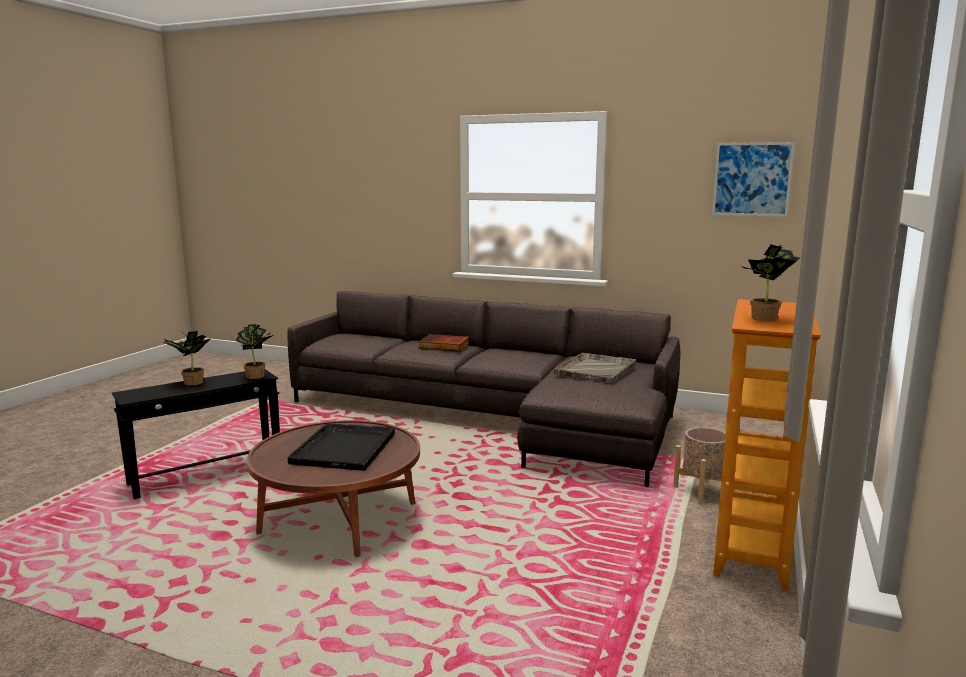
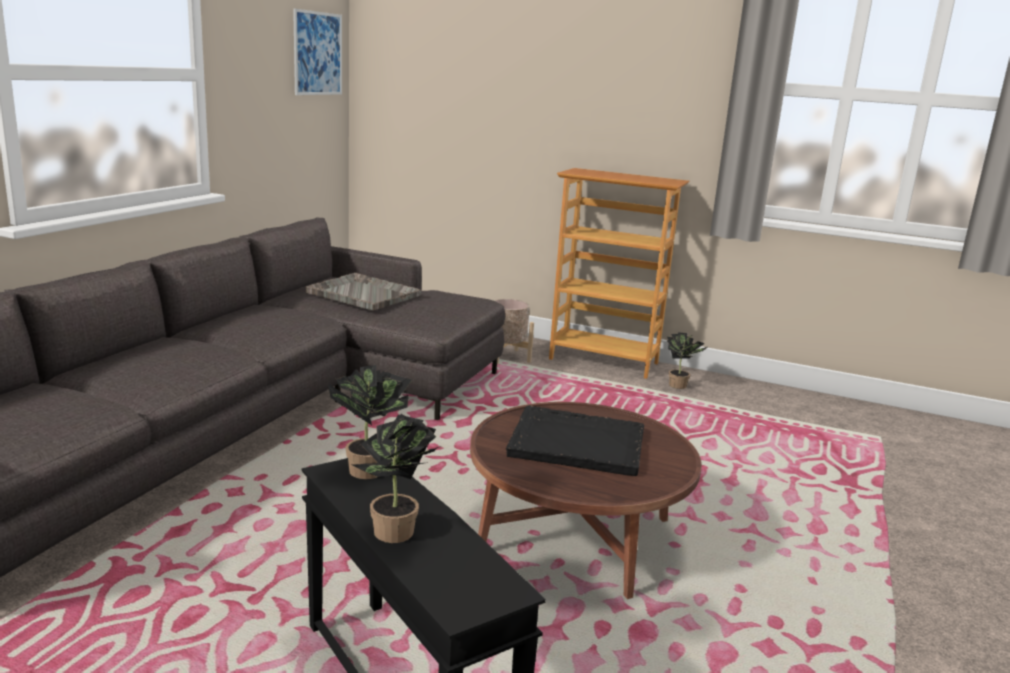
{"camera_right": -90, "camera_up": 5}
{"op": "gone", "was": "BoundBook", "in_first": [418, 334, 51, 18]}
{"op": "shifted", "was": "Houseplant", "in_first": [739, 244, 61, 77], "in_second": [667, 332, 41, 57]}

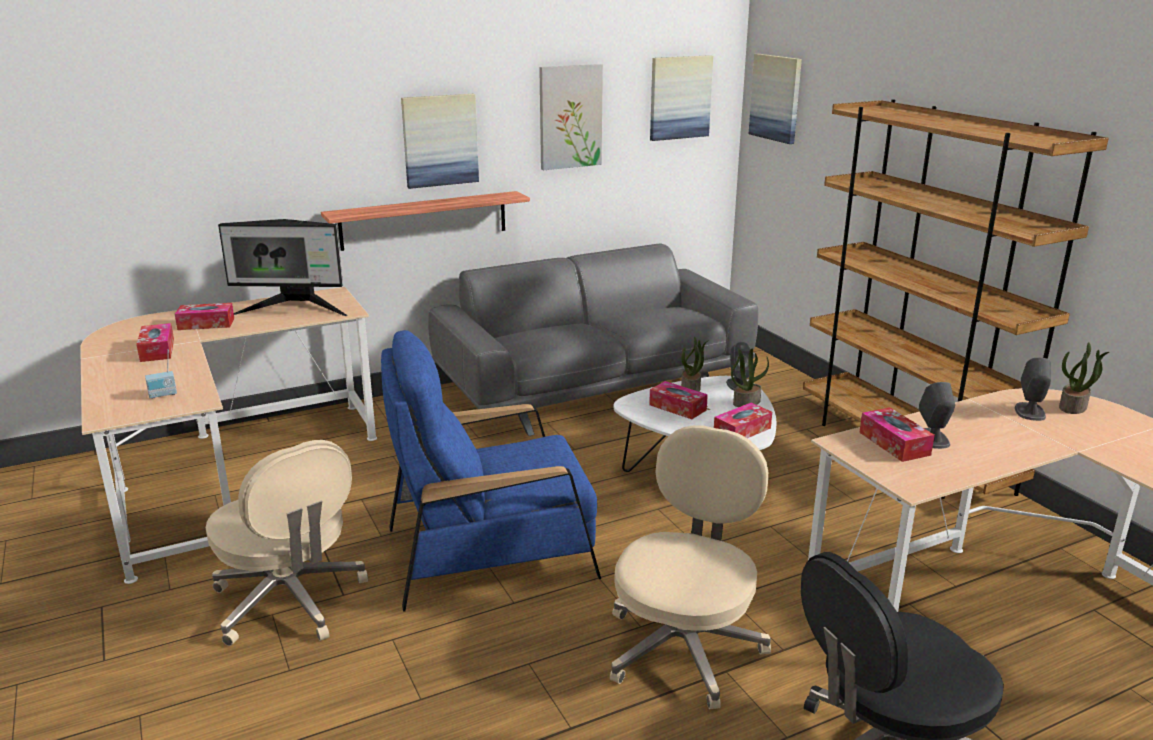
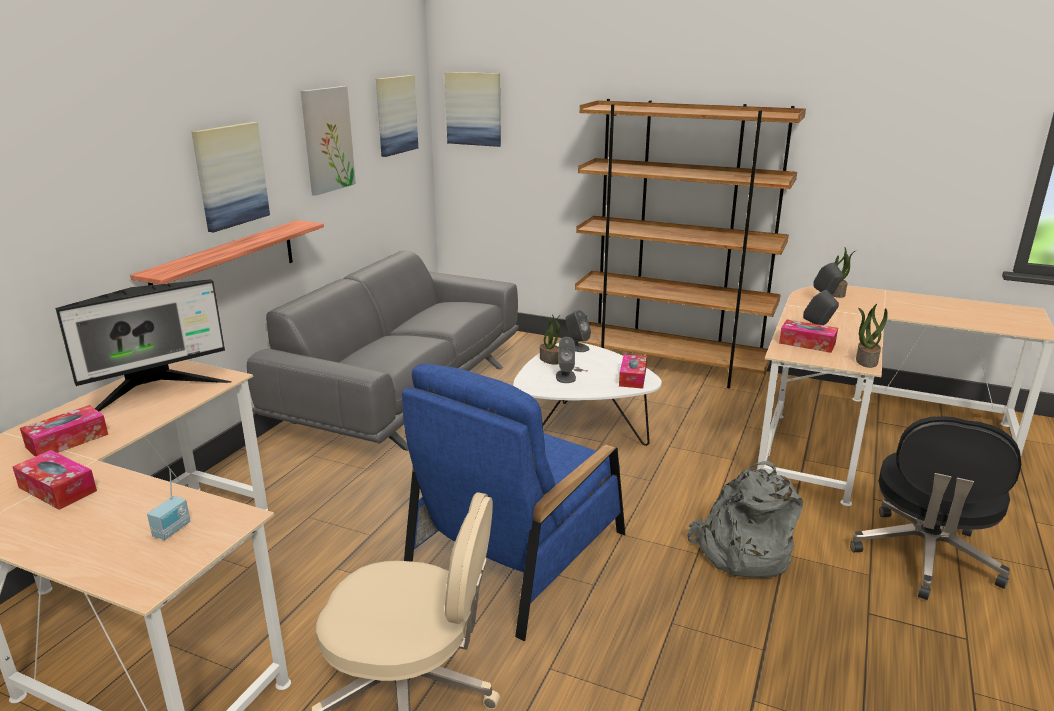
{"camera_right": -40, "camera_up": 0}
{"op": "swapped", "was": "BeigeColouredDeskChair", "now": "GrayBackpack", "in_first": [610, 425, 161, 284], "in_second": [688, 461, 115, 117]}
{"op": "swapped", "was": "TissueHolder", "now": "GrayAudioSpeaker", "in_first": [649, 381, 59, 38], "in_second": [556, 337, 20, 46]}
{"op": "shifted", "was": "Houseplant", "in_first": [731, 349, 38, 58], "in_second": [856, 304, 32, 64]}

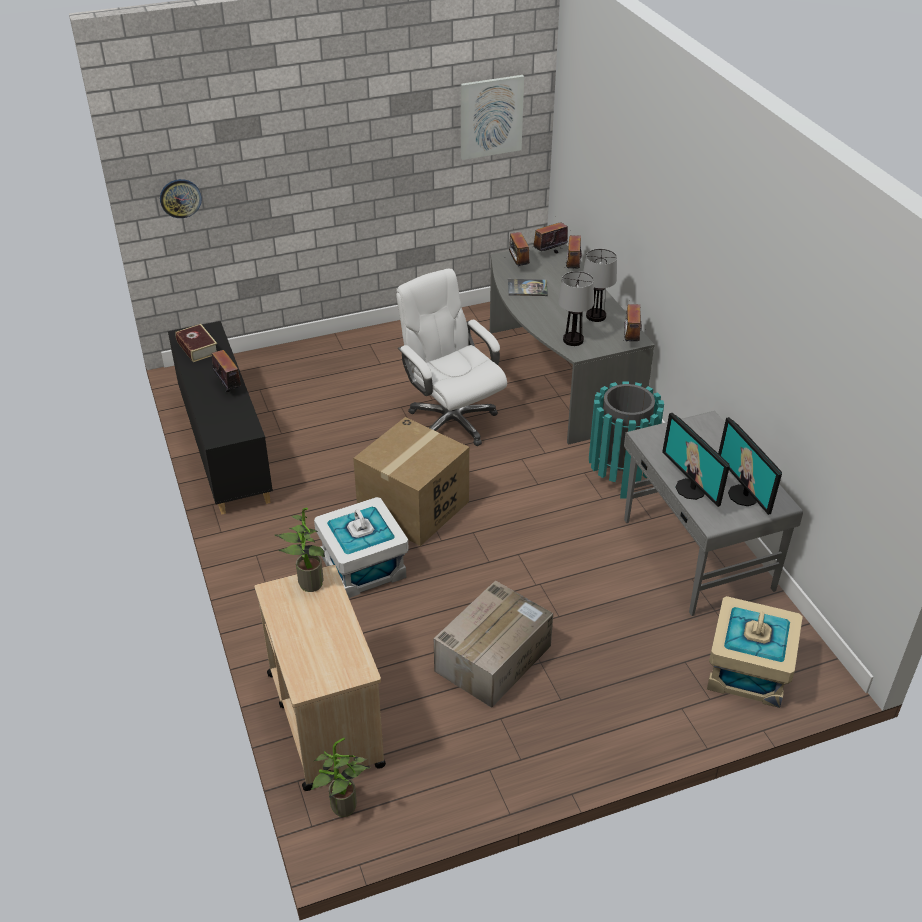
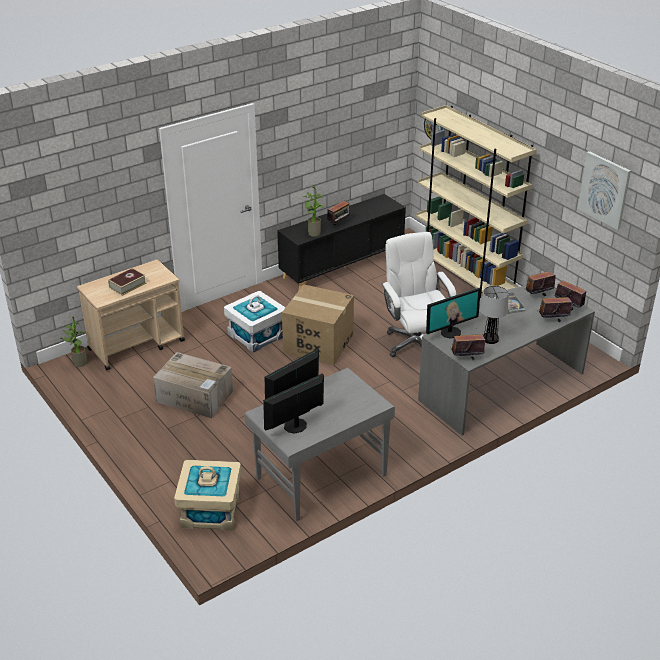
{"camera_right": 75, "camera_up": -5}
{"op": "shifted", "was": "BoundBook", "in_first": [175, 324, 42, 38], "in_second": [108, 268, 38, 28]}
{"op": "shifted", "was": "Houseplant", "in_first": [275, 507, 50, 85], "in_second": [302, 186, 22, 51]}
{"op": "rotated", "was": "WhitishDeskChair", "in_first": [396, 268, 111, 178], "in_second": [381, 232, 75, 125], "clockwise": -60}
{"op": "swapped", "was": "LampForATable", "now": "Monitor", "in_first": [558, 271, 36, 75], "in_second": [426, 288, 55, 50]}
{"op": "gone", "was": "TurquoiseColouredRubbishBin", "in_first": [589, 381, 75, 117]}
{"op": "new", "now": "BeigeColouredBookshelf", "in_second": [416, 105, 121, 193]}

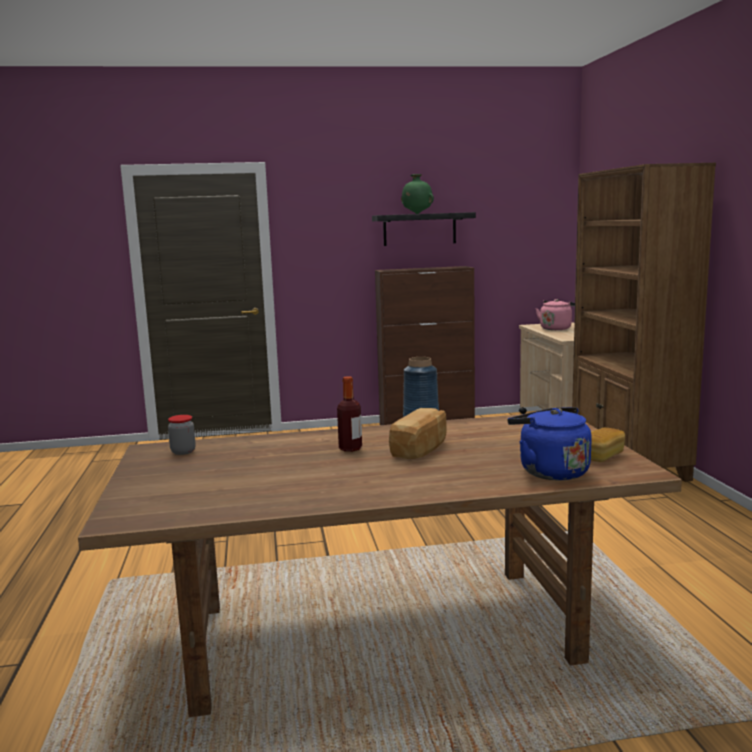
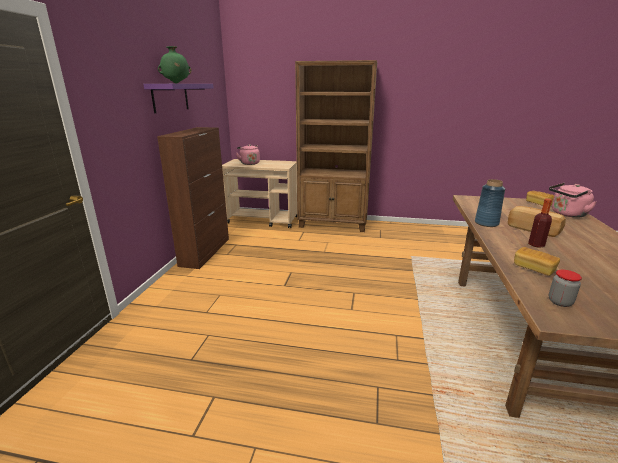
{"camera_right": -70, "camera_up": 10}
{"op": "repainted", "was": "BlackishBracketShelf", "now": "PurplishBracketShelf", "in_first": [372, 212, 104, 34], "in_second": [144, 84, 70, 29]}
{"op": "repainted", "was": "BluishKettle", "now": "PinkColouredKettle", "in_first": [507, 407, 85, 73], "in_second": [549, 183, 48, 35]}
{"op": "new", "now": "BakedBread", "in_second": [514, 247, 46, 29]}

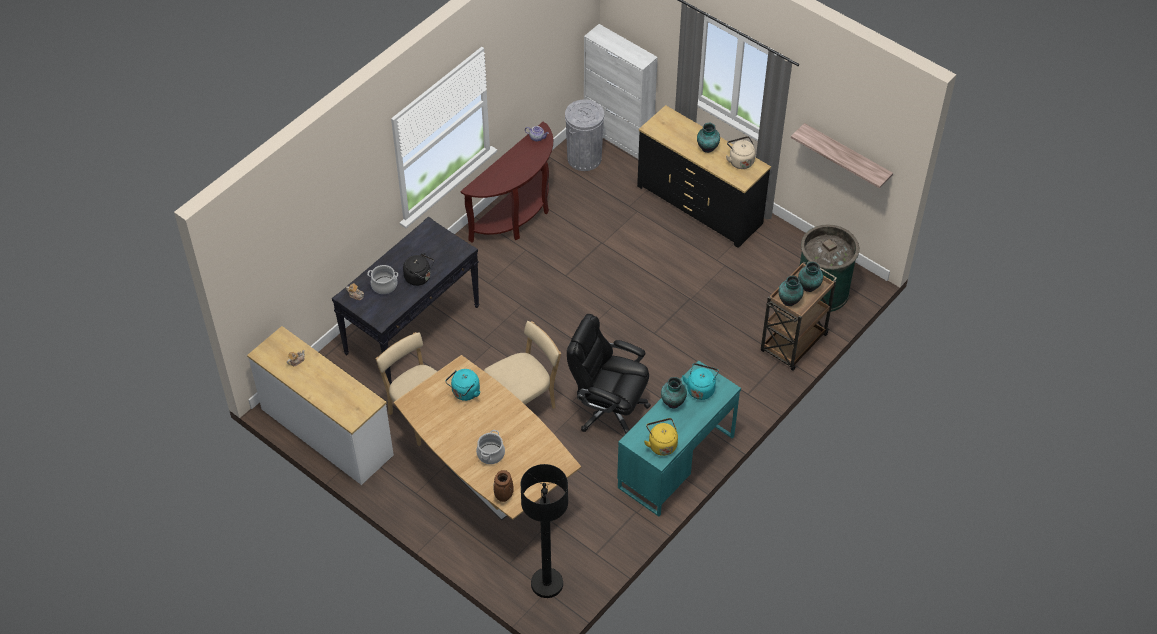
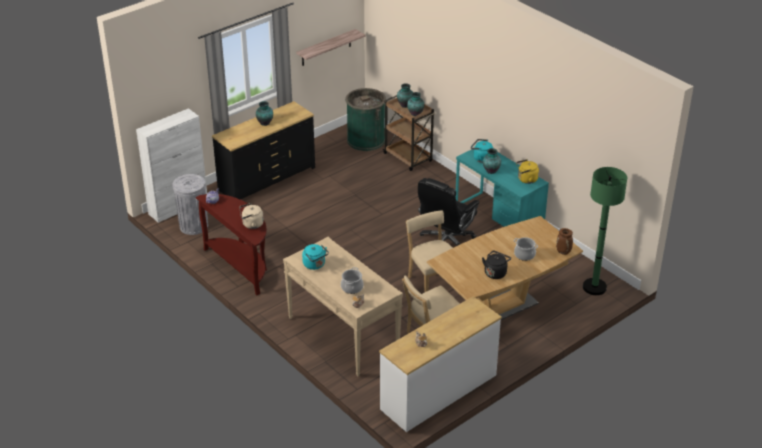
{"camera_right": -80, "camera_up": -15}
{"op": "repainted", "was": "BlackishConsoleTable", "now": "BeigeColouredConsoleTable", "in_first": [332, 217, 147, 168], "in_second": [283, 237, 120, 139]}
{"op": "shifted", "was": "BlackishKettle", "in_first": [403, 253, 31, 33], "in_second": [482, 250, 29, 29]}
{"op": "shifted", "was": "TurquoiseColouredKettle", "in_first": [445, 369, 35, 32], "in_second": [302, 244, 27, 26]}
{"op": "repainted", "was": "BlackishStandingLamp", "now": "GreenColouredStandingLamp", "in_first": [521, 464, 47, 134], "in_second": [583, 167, 44, 128]}
{"op": "shifted", "was": "BeigeColouredKettle", "in_first": [726, 136, 30, 33], "in_second": [239, 203, 25, 26]}

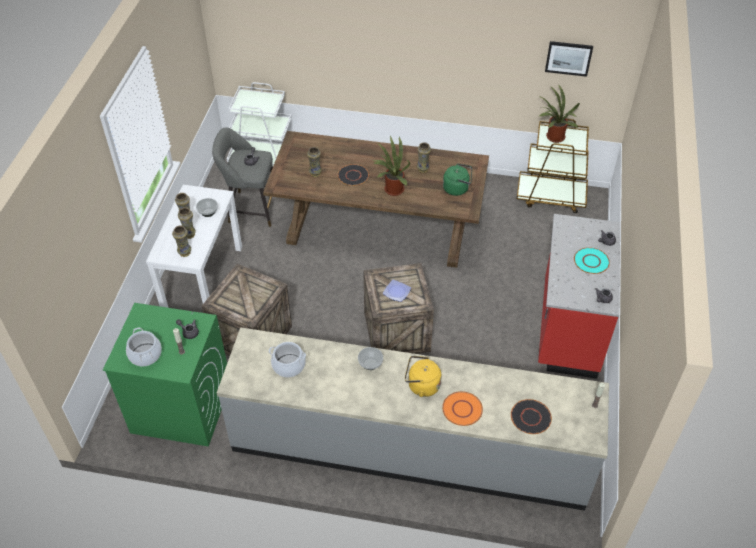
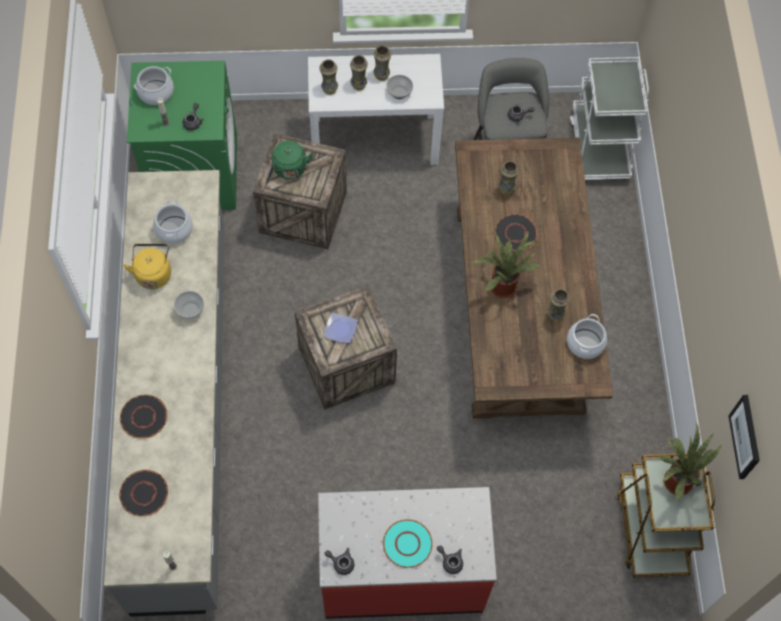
{"camera_right": 75, "camera_up": 15}
{"op": "shifted", "was": "YellowColouredKettle", "in_first": [405, 356, 37, 41], "in_second": [123, 244, 48, 45]}
{"op": "repainted", "was": "OrangeColouredDinnerPlate", "now": "BlackishDinnerPlate", "in_first": [442, 391, 41, 35], "in_second": [120, 395, 47, 44]}
{"op": "shifted", "was": "GreenColouredKettle", "in_first": [443, 163, 29, 33], "in_second": [272, 141, 41, 38]}
{"op": "new", "now": "CookingPot", "in_second": [567, 314, 40, 45]}

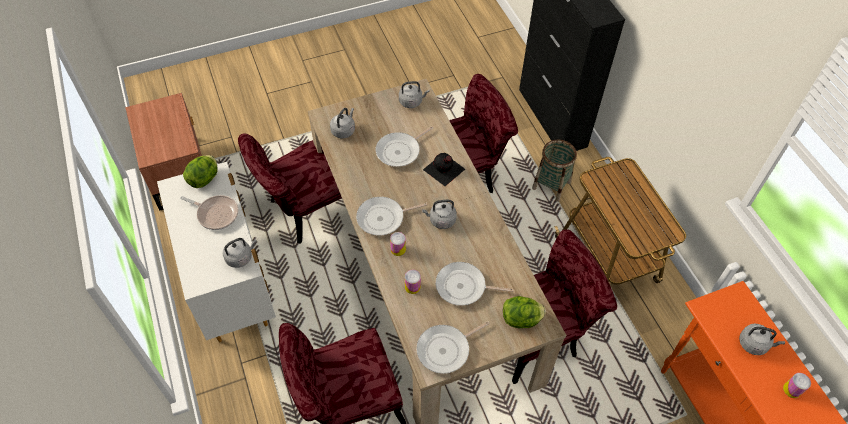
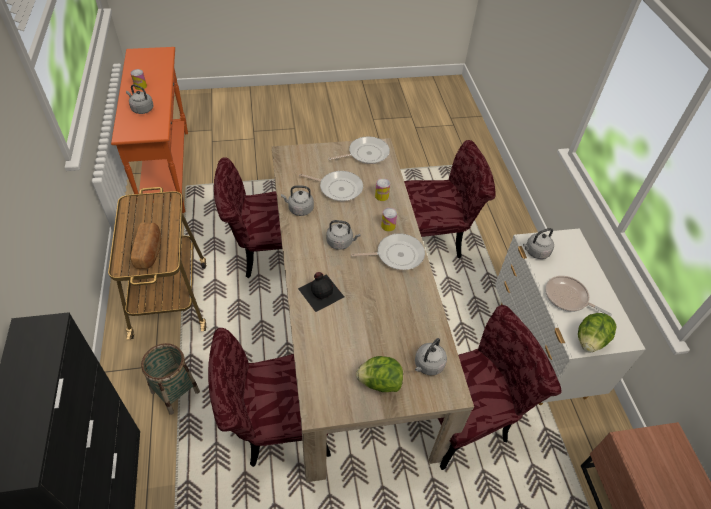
{"camera_right": -170, "camera_up": -5}
{"op": "gone", "was": "Skillet", "in_first": [376, 126, 57, 41]}
{"op": "shifted", "was": "GrayKettle", "in_first": [399, 81, 31, 27], "in_second": [281, 185, 33, 31]}
{"op": "shifted", "was": "Lettuce", "in_first": [503, 296, 43, 32], "in_second": [356, 356, 47, 36]}
{"op": "new", "now": "BakedBread", "in_second": [131, 223, 30, 46]}

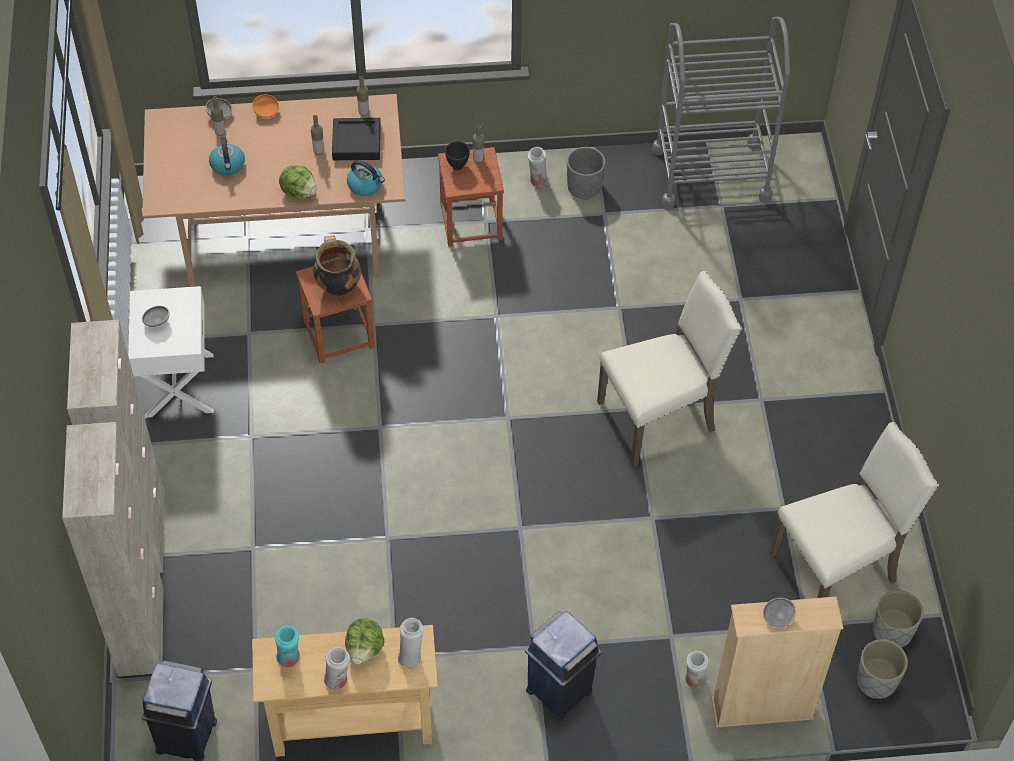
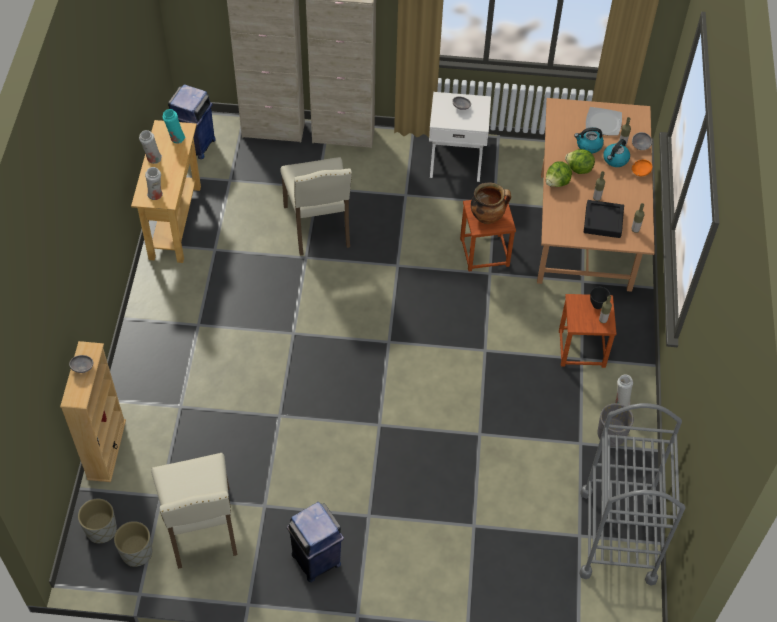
{"camera_right": 100, "camera_up": 0}
{"op": "shifted", "was": "Lettuce", "in_first": [345, 618, 39, 46], "in_second": [565, 149, 30, 25]}
{"op": "shifted", "was": "Kettle", "in_first": [347, 160, 38, 36], "in_second": [603, 139, 27, 28]}
{"op": "shifted", "was": "BluishRubbishBin", "in_first": [525, 611, 76, 110], "in_second": [287, 502, 57, 81]}
{"op": "shifted", "was": "BeigeColouredUprightChair", "in_first": [597, 271, 145, 196], "in_second": [280, 157, 72, 99]}
{"op": "gone", "was": "WhitishFlowerVase", "in_first": [685, 651, 24, 37]}
{"op": "new", "now": "DinnerPlate", "in_second": [586, 107, 36, 29]}

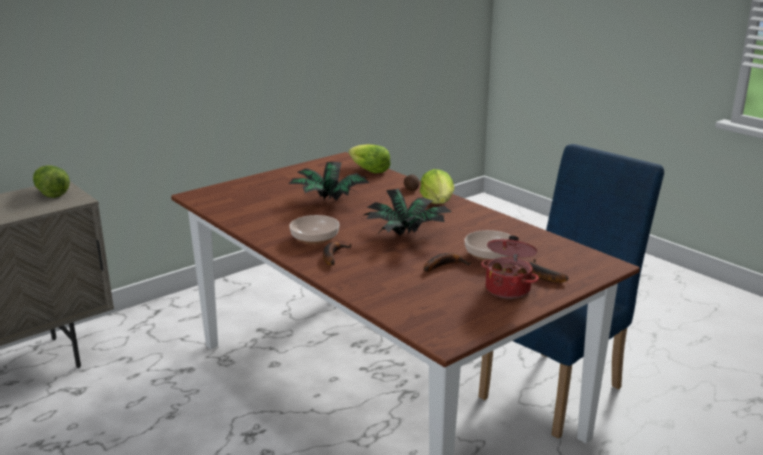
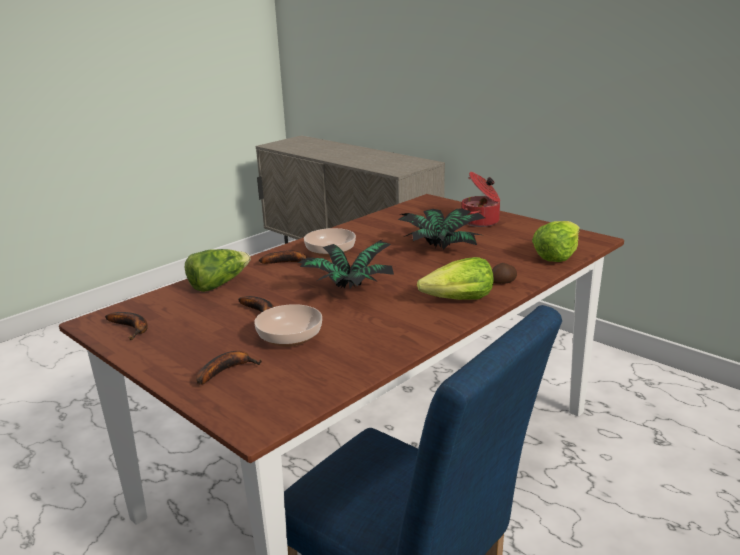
{"camera_right": 85, "camera_up": 0}
{"op": "shifted", "was": "Lettuce", "in_first": [33, 166, 37, 32], "in_second": [185, 249, 66, 43]}
{"op": "shifted", "was": "CookingPot", "in_first": [481, 235, 58, 64], "in_second": [461, 172, 39, 55]}
{"op": "new", "now": "WholeBanana", "in_second": [105, 312, 43, 28]}

